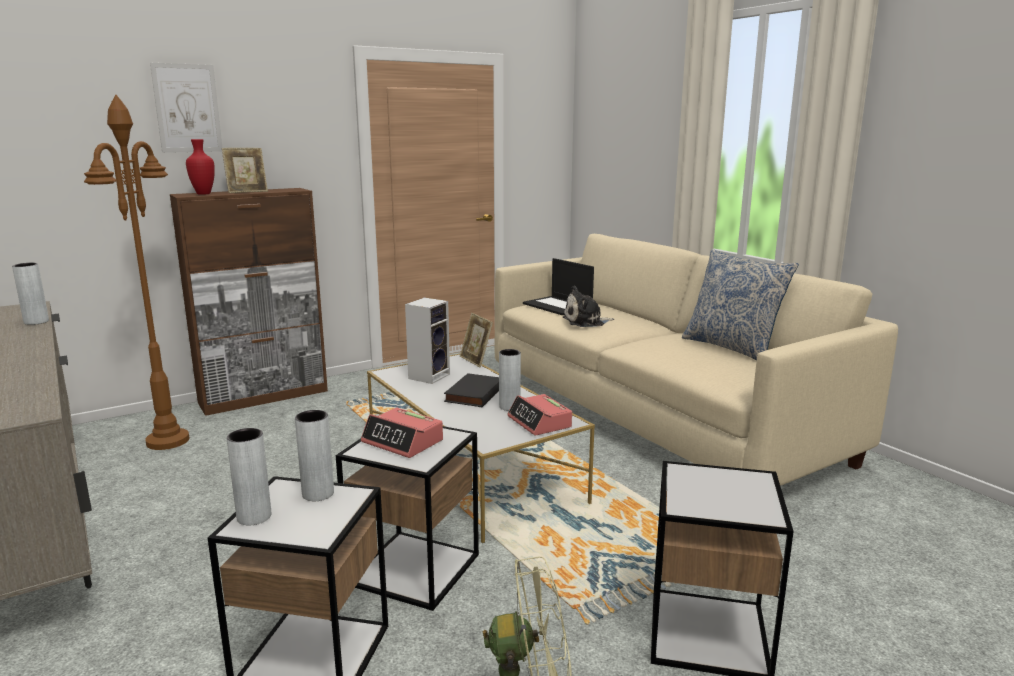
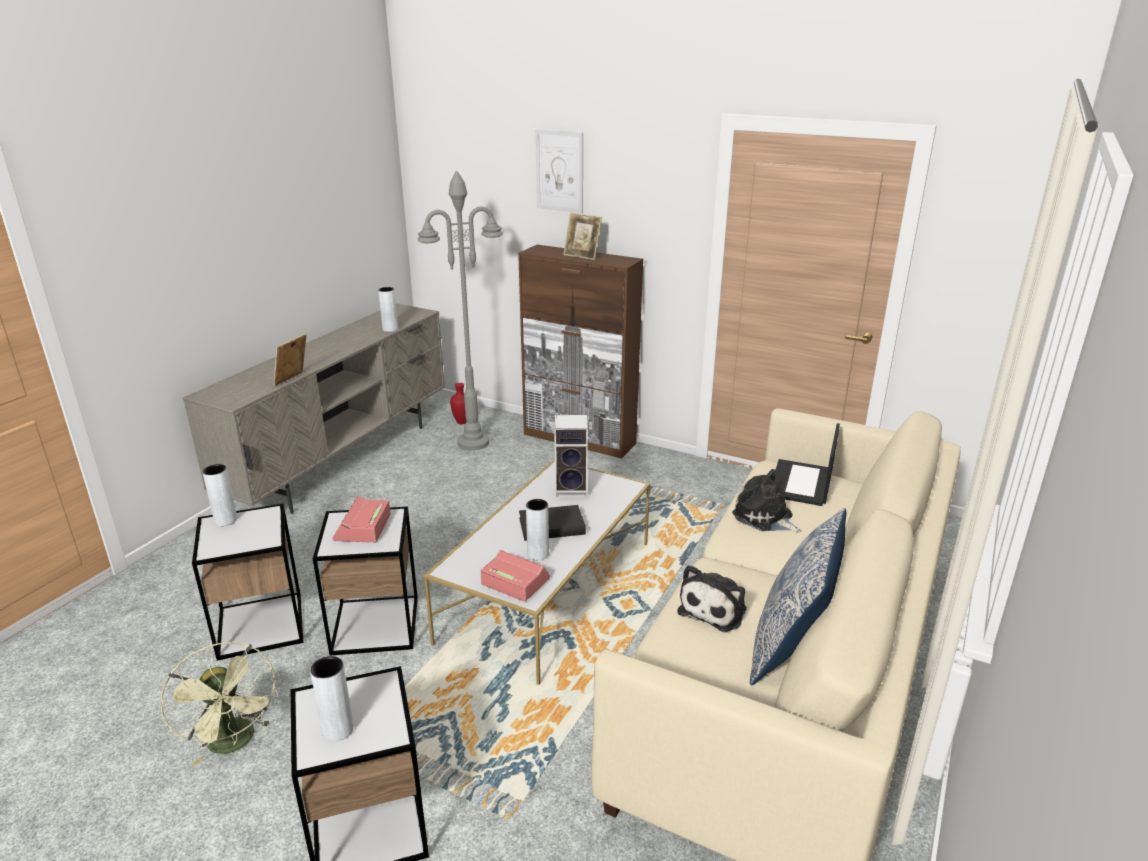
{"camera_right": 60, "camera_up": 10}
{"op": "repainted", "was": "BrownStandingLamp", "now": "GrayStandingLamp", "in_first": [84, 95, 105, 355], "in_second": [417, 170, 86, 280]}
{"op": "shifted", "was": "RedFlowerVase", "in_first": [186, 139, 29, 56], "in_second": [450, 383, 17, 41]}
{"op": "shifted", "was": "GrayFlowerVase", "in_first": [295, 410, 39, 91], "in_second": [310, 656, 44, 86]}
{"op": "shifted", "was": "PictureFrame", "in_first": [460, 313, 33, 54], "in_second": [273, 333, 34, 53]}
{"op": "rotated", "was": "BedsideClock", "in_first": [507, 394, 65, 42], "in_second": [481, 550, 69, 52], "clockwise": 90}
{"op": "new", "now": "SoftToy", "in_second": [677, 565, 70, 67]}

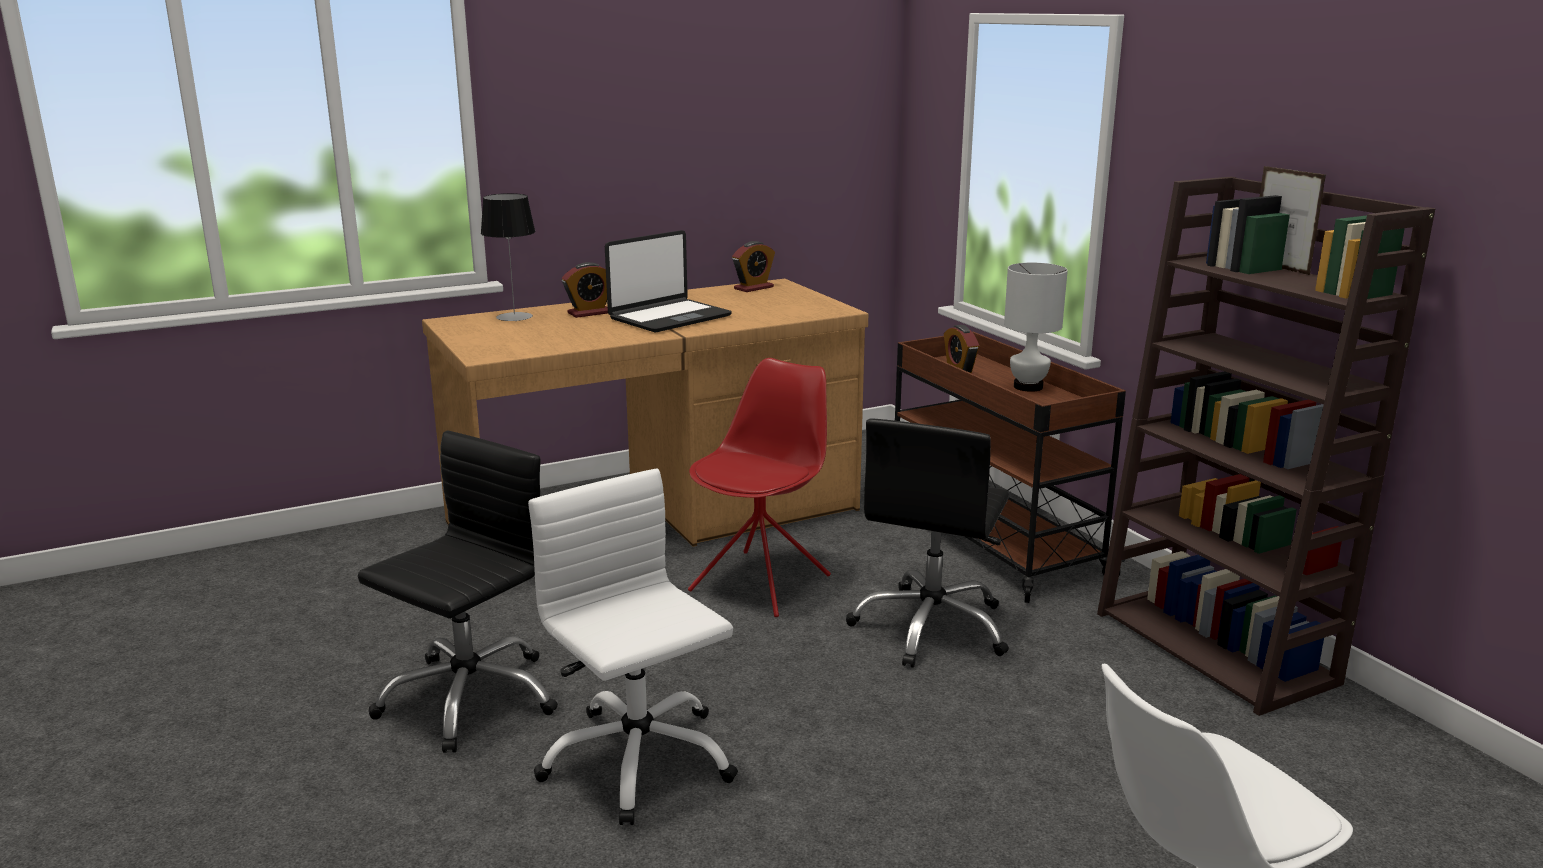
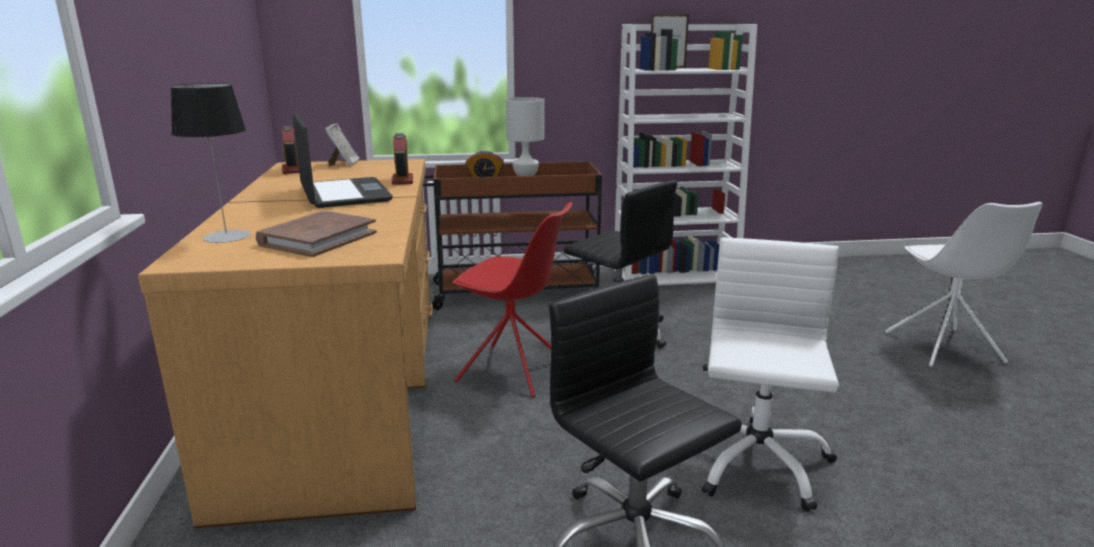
{"camera_right": -70, "camera_up": 0}
{"op": "rotated", "was": "WhitishDeskChair", "in_first": [528, 468, 210, 357], "in_second": [702, 238, 137, 274], "clockwise": 120}
{"op": "shifted", "was": "BedsideClock", "in_first": [562, 262, 46, 56], "in_second": [392, 133, 21, 52]}
{"op": "rotated", "was": "RedUprightChair", "in_first": [688, 358, 143, 259], "in_second": [452, 202, 121, 196], "clockwise": 150}
{"op": "repainted", "was": "BrownBookshelf", "now": "WhitishBookshelf", "in_first": [1097, 177, 338, 539], "in_second": [614, 24, 143, 261]}
{"op": "new", "now": "BrownBoundBook", "in_second": [256, 211, 121, 46]}
{"op": "new", "now": "PictureFrame", "in_second": [325, 124, 35, 42]}

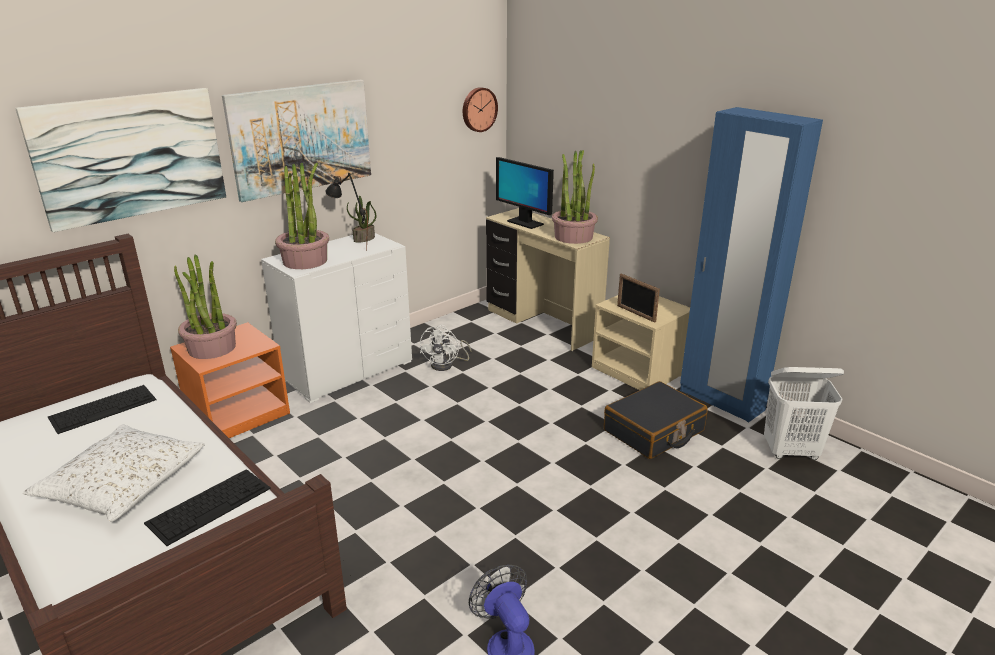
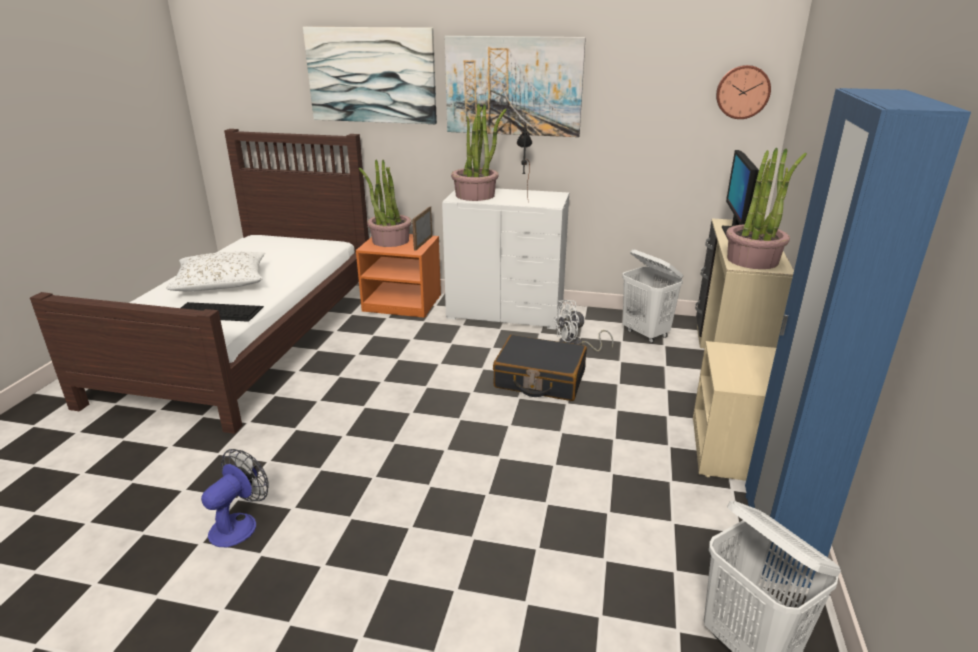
{"camera_right": 55, "camera_up": 0}
{"op": "gone", "was": "ComputerKeyboard", "in_first": [48, 385, 108, 49]}
{"op": "gone", "was": "Houseplant", "in_first": [347, 196, 29, 47]}
{"op": "shifted", "was": "BlackishSuitcase", "in_first": [604, 381, 104, 78], "in_second": [493, 335, 94, 66]}
{"op": "shifted", "was": "PictureFrame", "in_first": [617, 273, 43, 50], "in_second": [412, 206, 20, 45]}
{"op": "new", "now": "WhitishHamper", "in_second": [622, 249, 61, 94]}

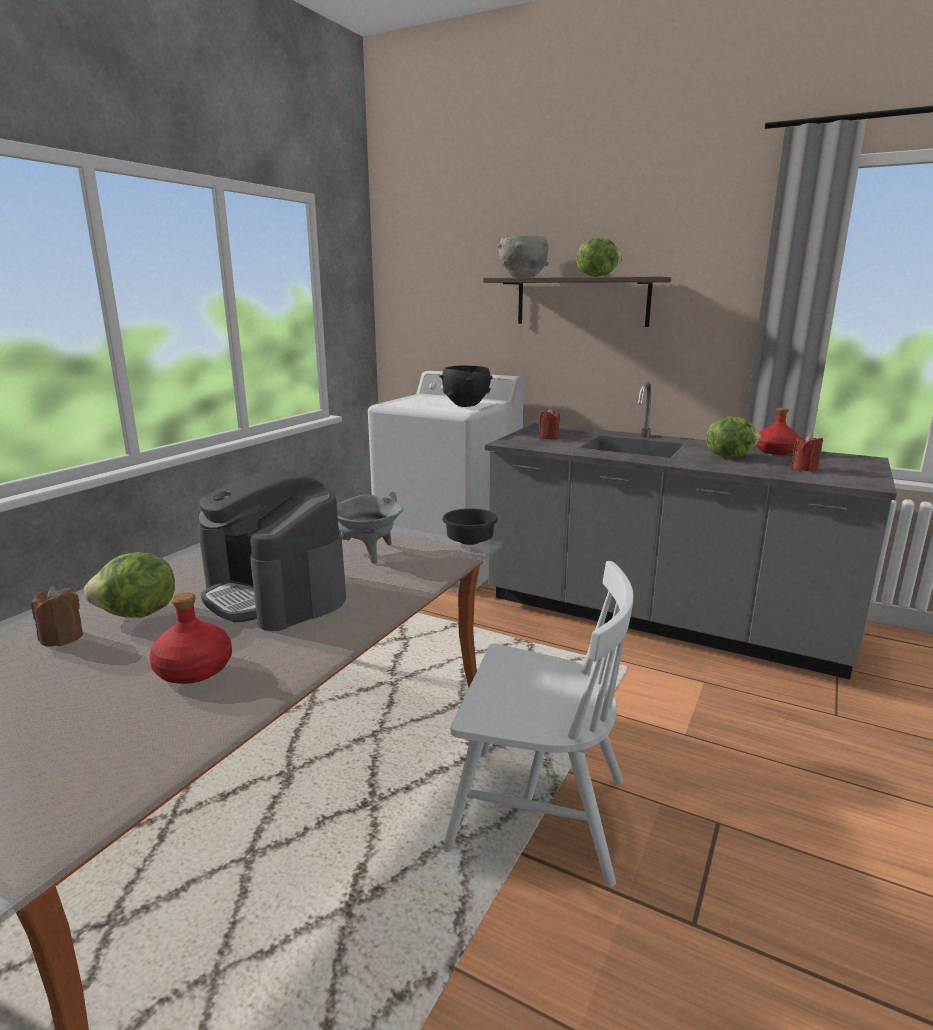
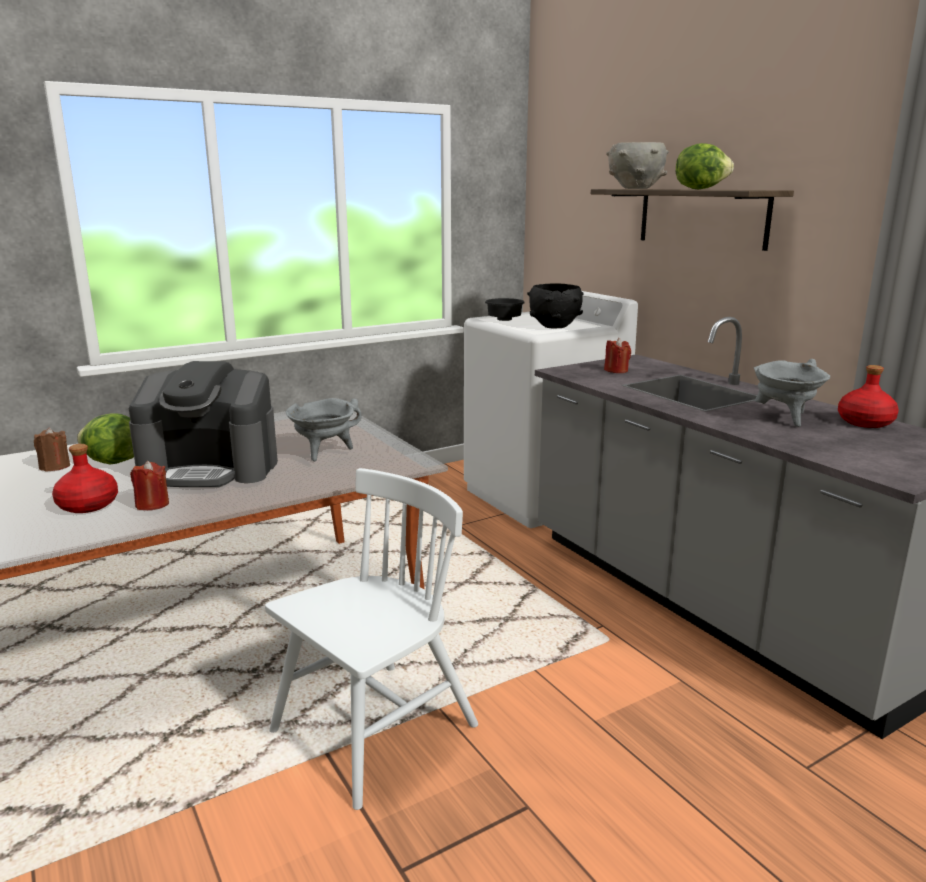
{"camera_right": 30, "camera_up": 0}
{"op": "rotated", "was": "CoffeeMachine", "in_first": [197, 468, 149, 163], "in_second": [129, 361, 149, 126], "clockwise": -75}
{"op": "shifted", "was": "BlackishServingBowl", "in_first": [442, 508, 56, 37], "in_second": [485, 298, 40, 23]}
{"op": "rotated", "was": "WhitishUprightChair", "in_first": [443, 561, 191, 326], "in_second": [265, 468, 213, 342], "clockwise": -90}
{"op": "swapped", "was": "Lettuce", "now": "GrayCookingPot", "in_first": [706, 416, 55, 42], "in_second": [754, 359, 76, 68]}
{"op": "shifted", "was": "RedWaxLight", "in_first": [791, 434, 32, 38], "in_second": [130, 461, 39, 49]}

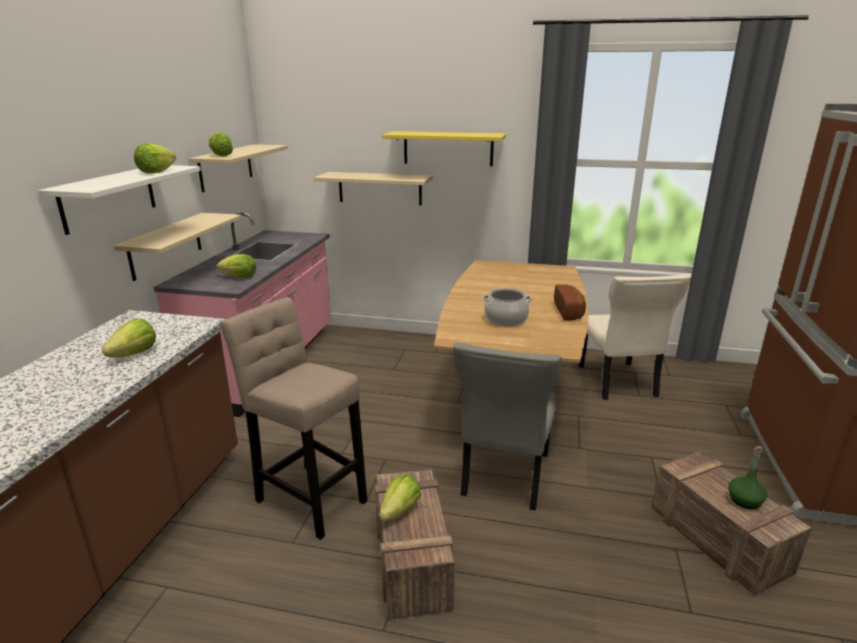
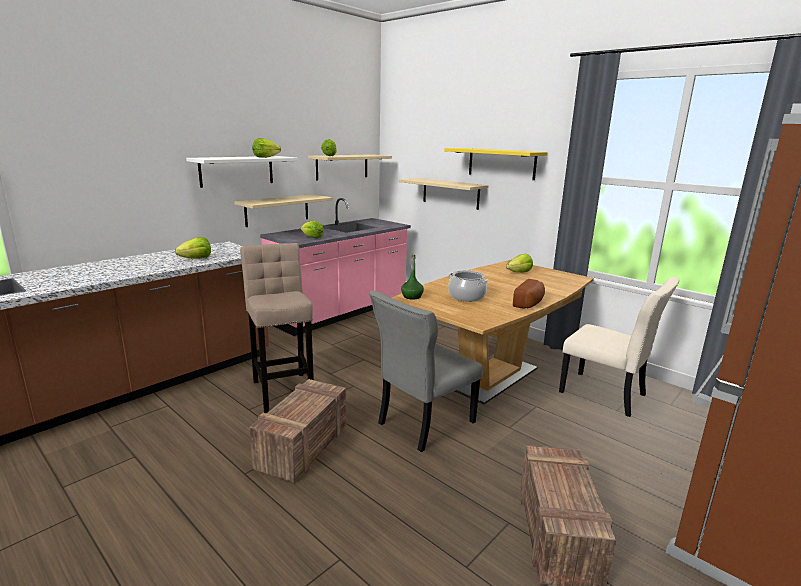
{"camera_right": 30, "camera_up": -5}
{"op": "shifted", "was": "Lettuce", "in_first": [379, 474, 42, 48], "in_second": [506, 254, 27, 19]}
{"op": "rotated", "was": "BeigeColouredUprightChair", "in_first": [579, 274, 112, 126], "in_second": [559, 277, 120, 140], "clockwise": -75}
{"op": "shifted", "was": "GreenColouredBottle", "in_first": [728, 446, 39, 63], "in_second": [401, 255, 23, 44]}

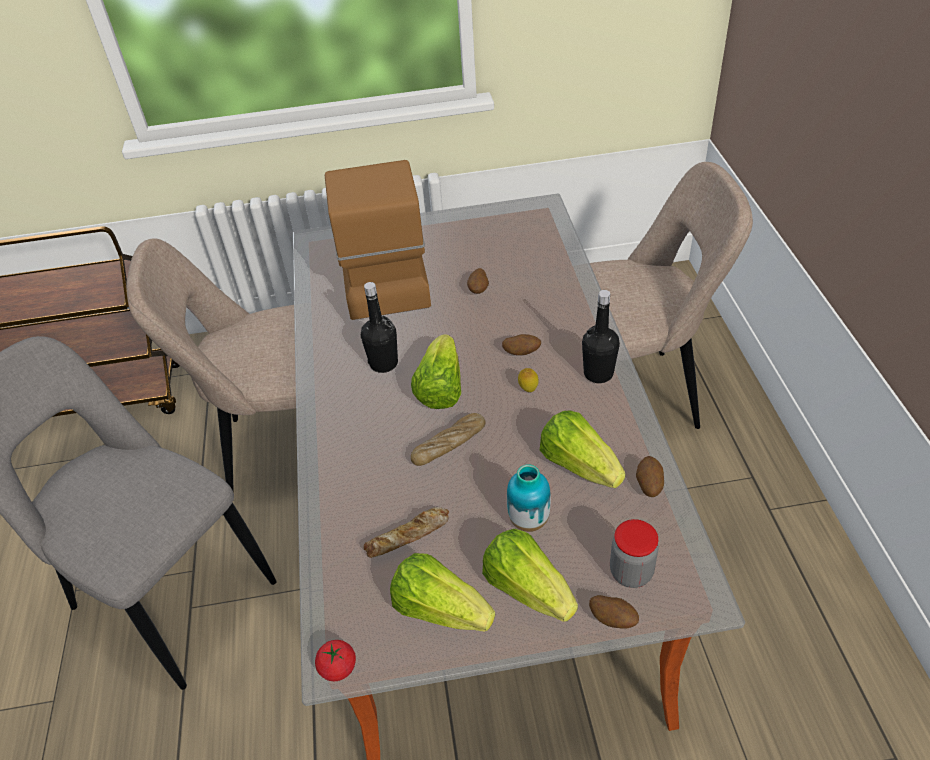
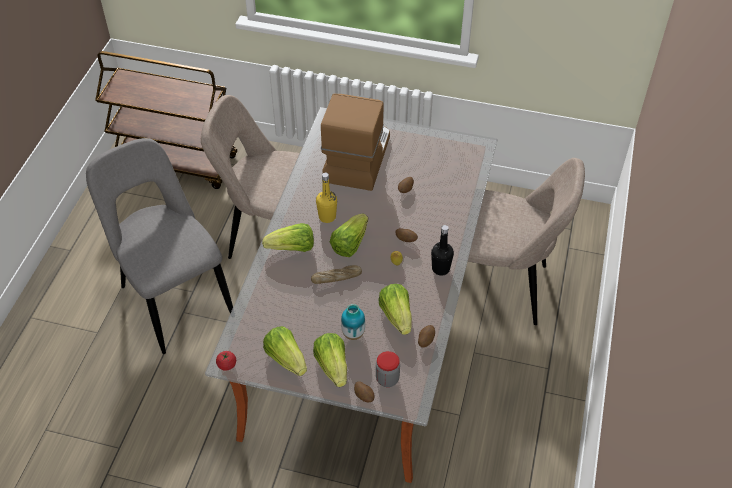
{"camera_right": 20, "camera_up": 5}
{"op": "repainted", "was": "BlackishBottle", "now": "YellowColouredBottle", "in_first": [361, 282, 37, 91], "in_second": [316, 173, 21, 50]}
{"op": "gone", "was": "BakedBread", "in_first": [364, 507, 85, 51]}
{"op": "new", "now": "Lettuce", "in_second": [262, 223, 52, 29]}

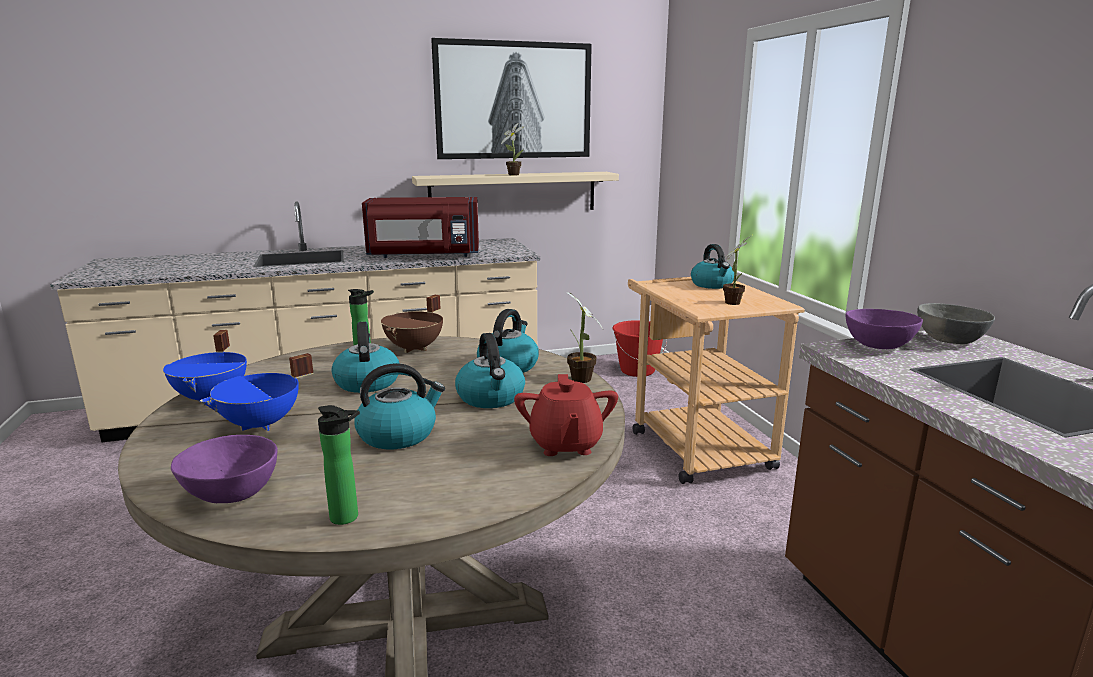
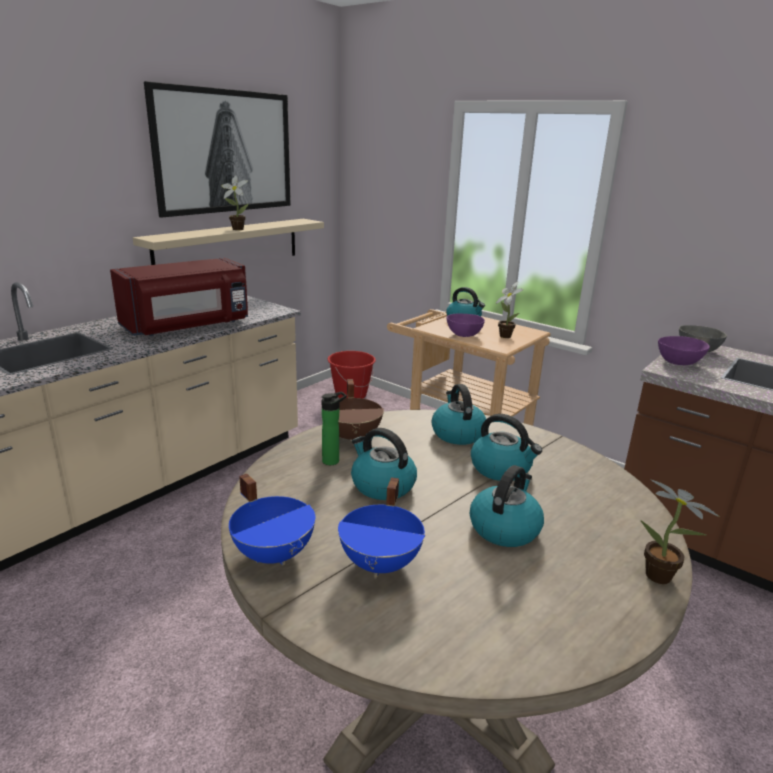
{"camera_right": -35, "camera_up": 5}
{"op": "shifted", "was": "PurplishServingBowl", "in_first": [171, 435, 107, 68], "in_second": [447, 313, 38, 24]}
{"op": "gone", "was": "Bottle", "in_first": [318, 405, 42, 120]}
{"op": "gone", "was": "RedTeapot", "in_first": [514, 374, 104, 82]}
{"op": "shifted", "was": "Houseplant", "in_first": [566, 292, 37, 91], "in_second": [640, 479, 79, 105]}

